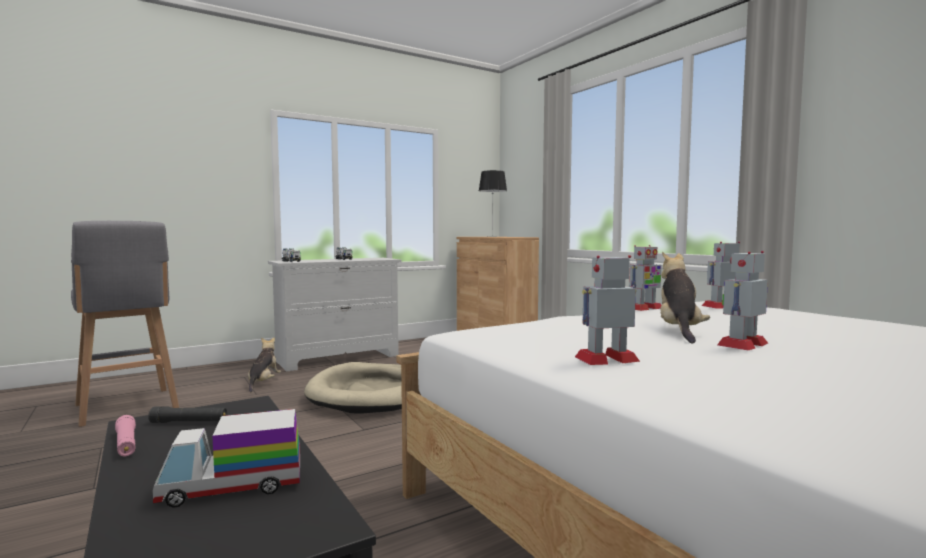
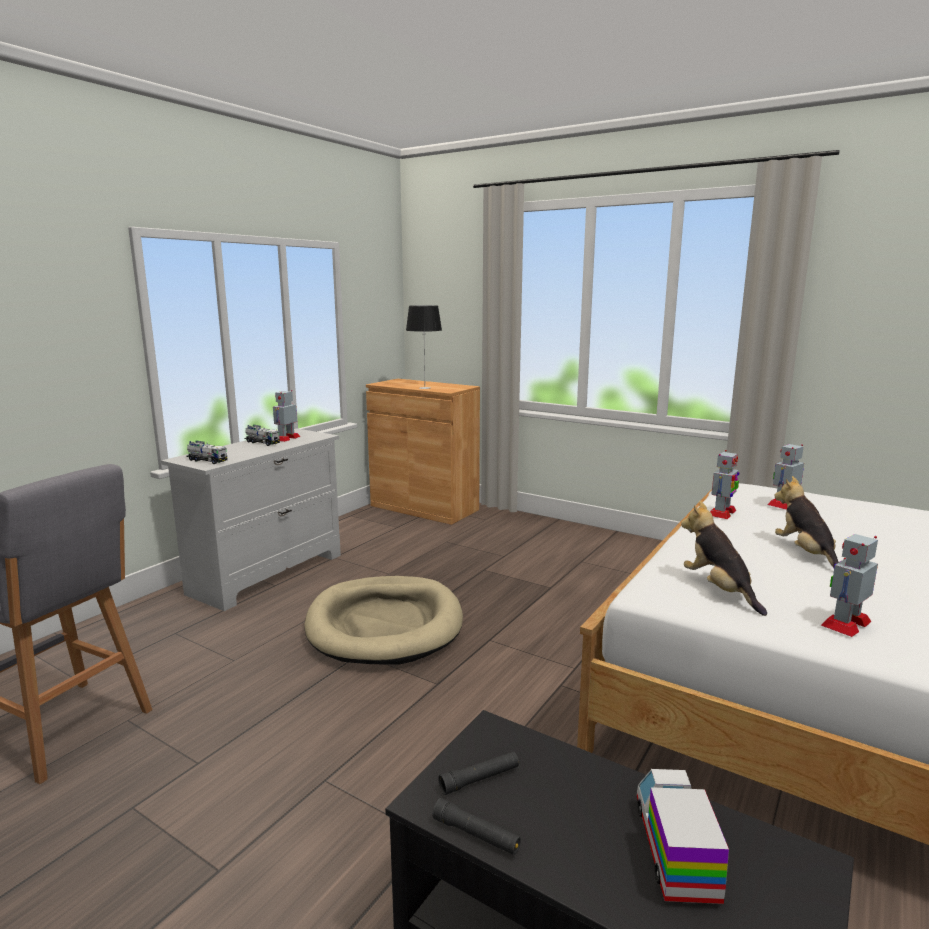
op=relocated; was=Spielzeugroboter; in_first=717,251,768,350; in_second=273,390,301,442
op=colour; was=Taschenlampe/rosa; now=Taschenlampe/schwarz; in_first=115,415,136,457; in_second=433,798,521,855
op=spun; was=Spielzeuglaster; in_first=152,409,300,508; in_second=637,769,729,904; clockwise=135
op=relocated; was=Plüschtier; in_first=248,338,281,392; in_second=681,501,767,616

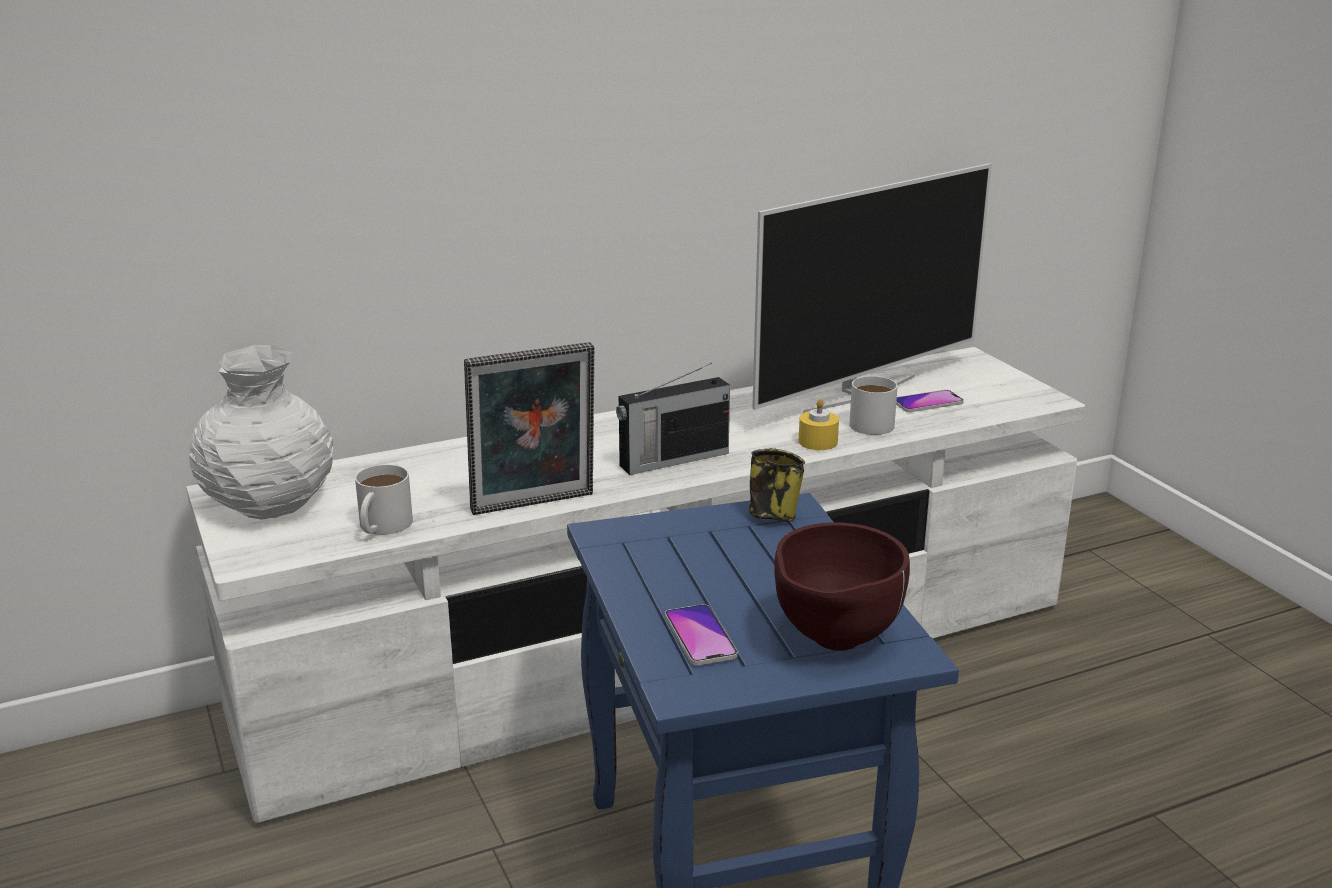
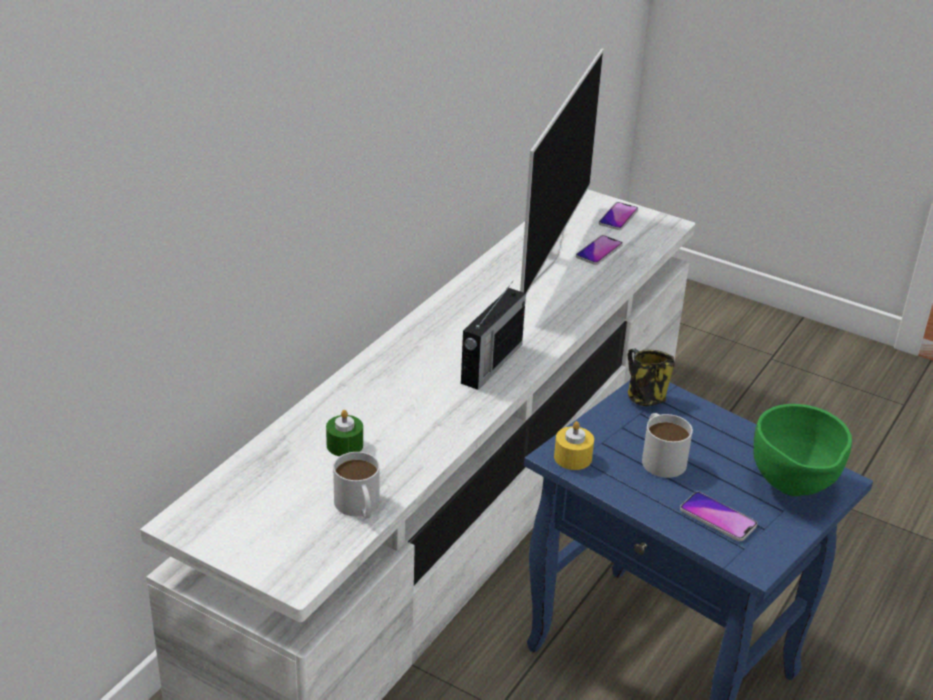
op=appeared; now=Kerze/grün; in_second=326,410,363,456
op=relocated; was=Kerze/gelb; in_first=799,398,839,450; in_second=554,421,594,470
op=appeared; now=Handy; in_second=599,202,638,230
op=relocated; was=Henkelbecher/weiß; in_first=849,376,898,435; in_second=642,413,693,478
op=colour; was=Schüssel/braun; now=Schüssel/grün; in_first=774,522,910,651; in_second=753,404,852,496
op=missing; was=Vase/weiß; in_first=189,345,333,520
op=missing; was=Bilderrahmen; in_first=464,342,595,515

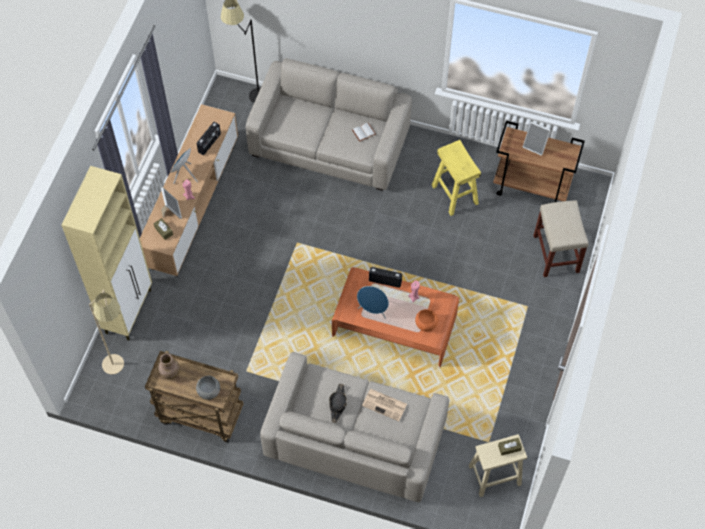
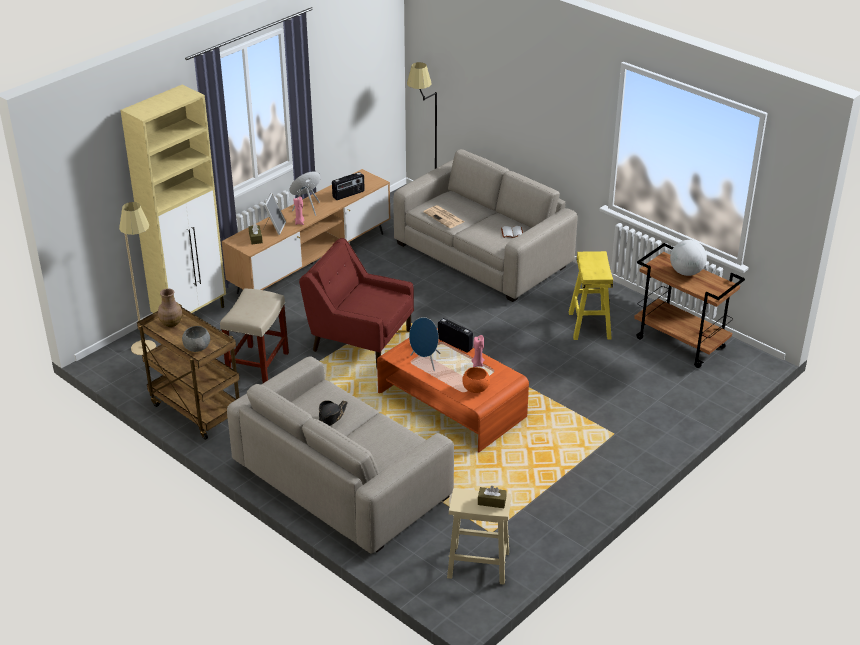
op=relocated; was=Hocker/beige; in_first=533,200,589,277; in_second=220,288,289,383
op=appeared; now=Sessel/rot; in_second=299,238,414,368
op=relocated; was=Zeitung; in_first=362,389,407,421; in_second=424,205,465,228
op=exchanged; was=Bilderrahmen; now=Globus; in_first=523,121,551,156; in_second=670,240,707,276

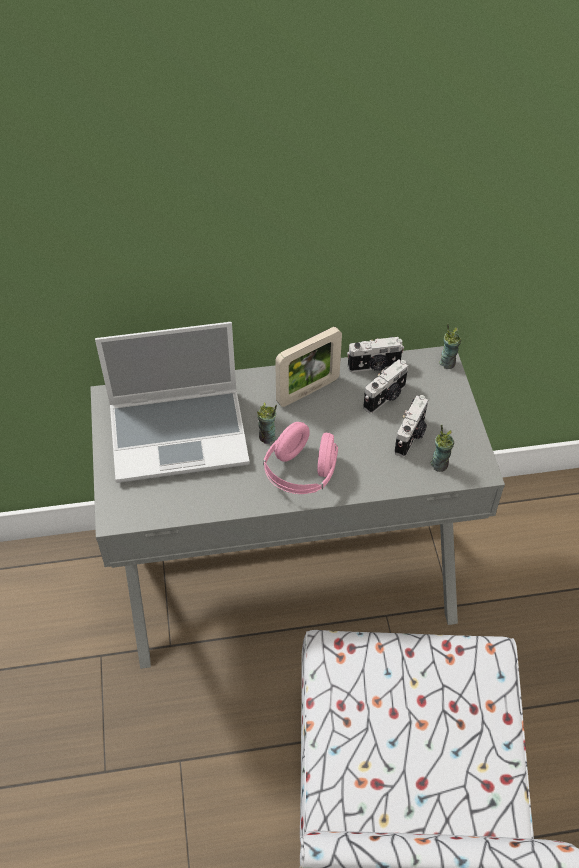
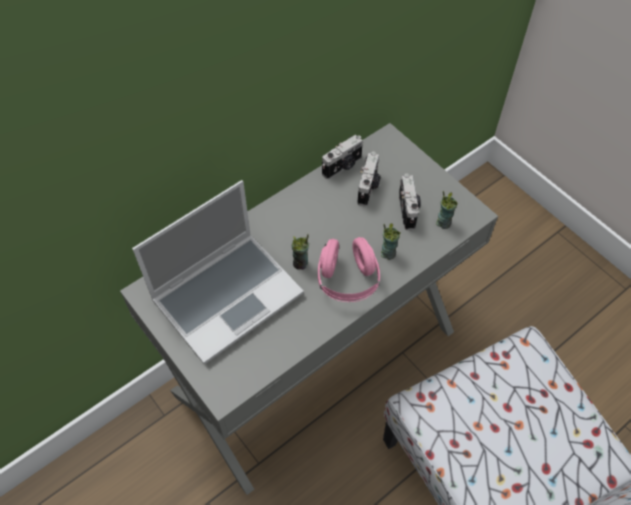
op=relocated; was=Tasse; in_first=439,324,461,369; in_second=381,223,400,260
op=missing; was=Bilderrahmen; in_first=275,327,342,407

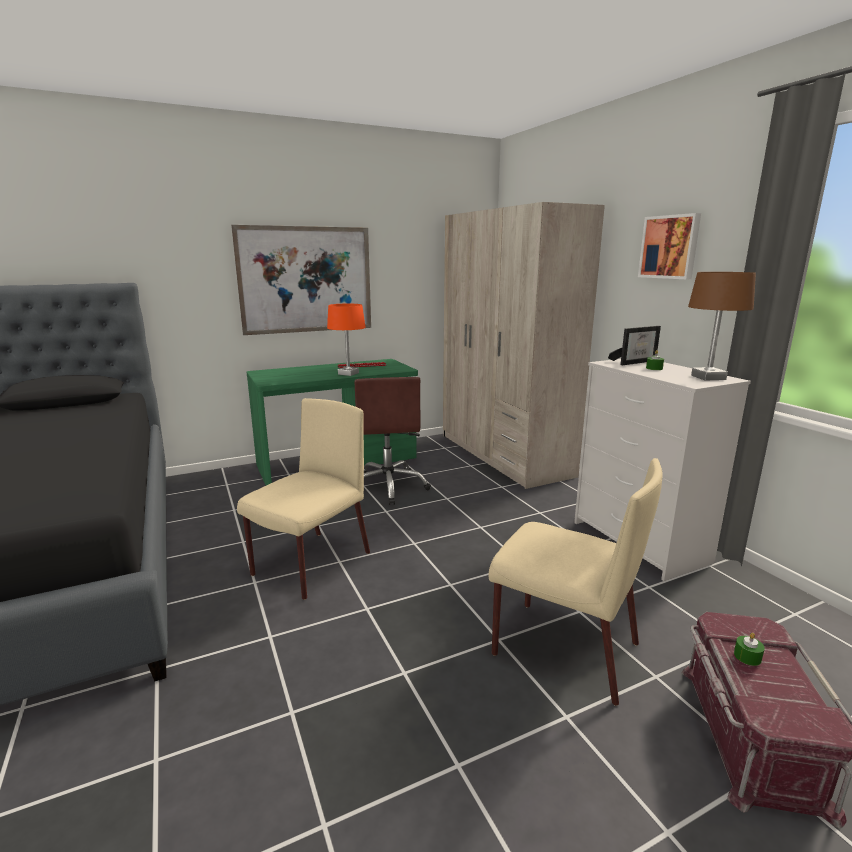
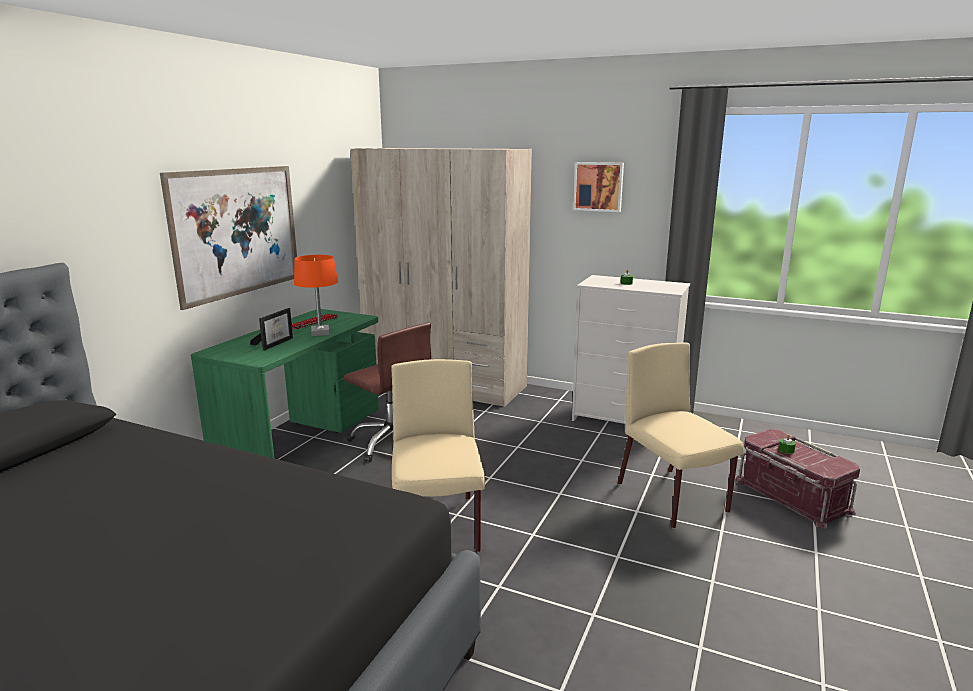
op=relocated; was=Bilderrahmen; in_first=608,326,661,365; in_second=250,308,293,350
op=spun; was=Stuhl/beige; in_first=489,458,663,706; in_second=618,342,744,528; clockwise=-105
op=missing; was=Tischlampe/braun; in_first=688,272,756,381

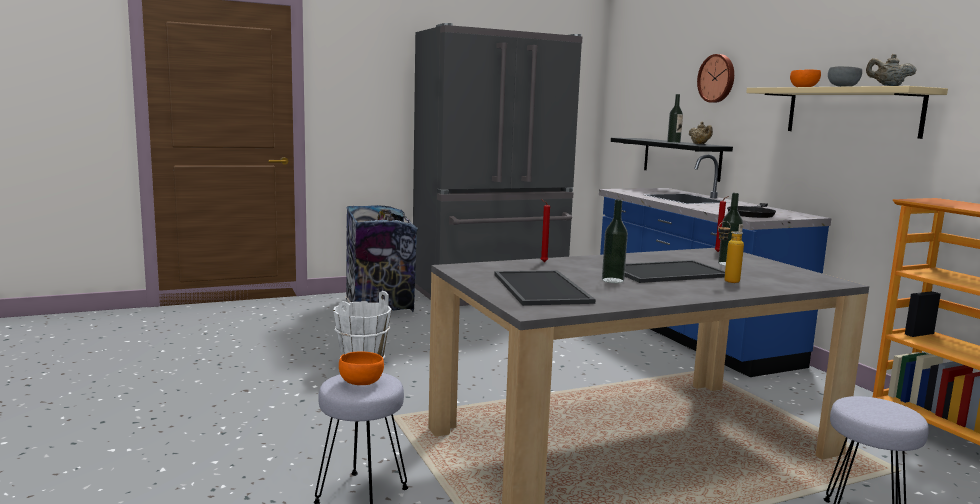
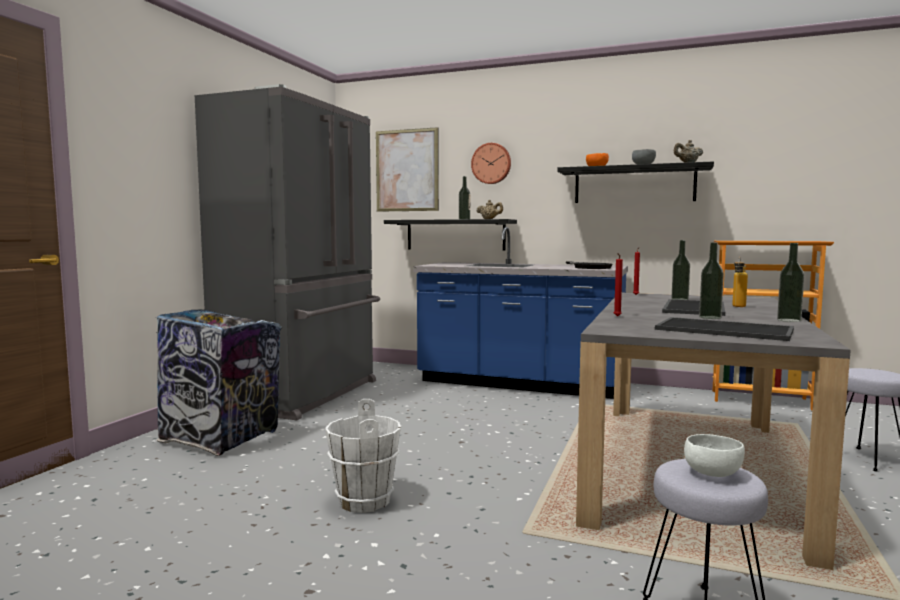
op=appeared; now=Bild; in_second=376,127,439,212
op=colour; was=Wandregal/beige; now=Wandregal/schwarz; in_first=746,86,948,139; in_second=557,161,714,203
op=colour; was=Schüssel/orange; now=Schüssel/weiß; in_first=339,352,384,385; in_second=684,434,745,477
op=appeared; now=Flasche; in_second=777,243,804,322

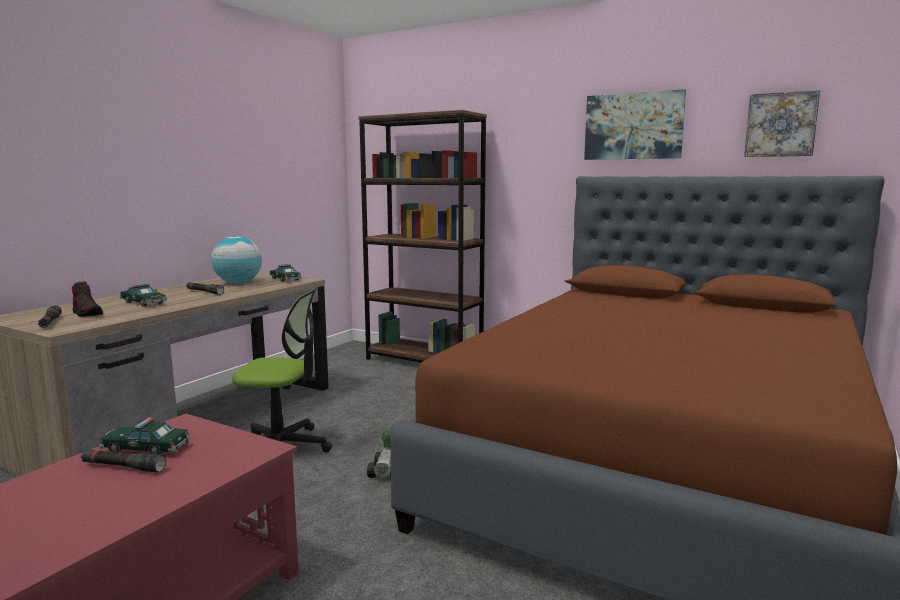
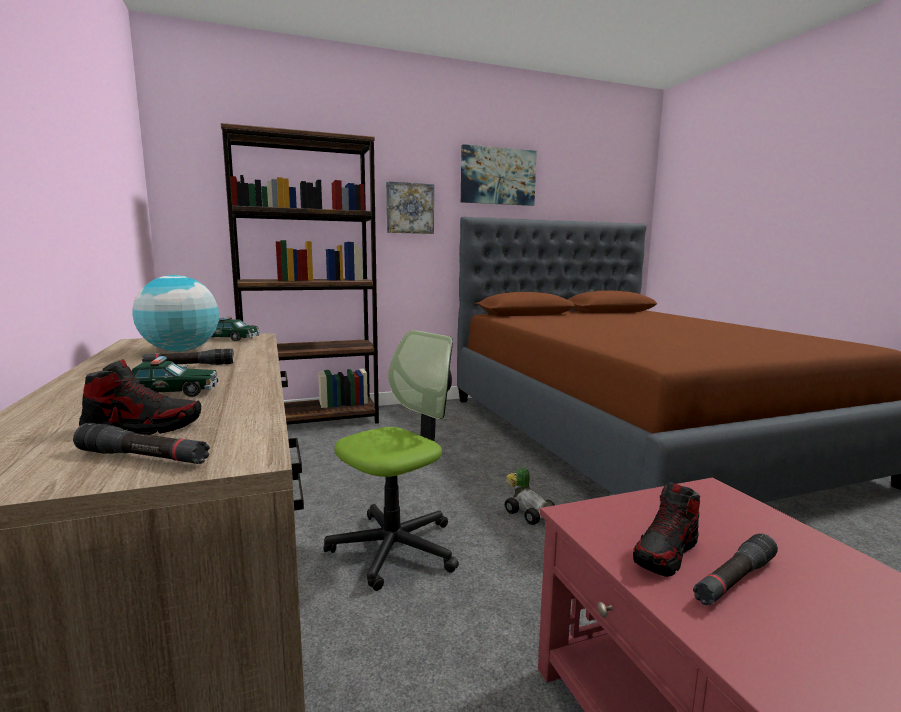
op=relocated; was=Bild; in_first=744,90,820,157; in_second=386,181,434,234
op=exchanged; was=Spielzeugauto; now=Schuh; in_first=99,417,191,455; in_second=633,482,700,577

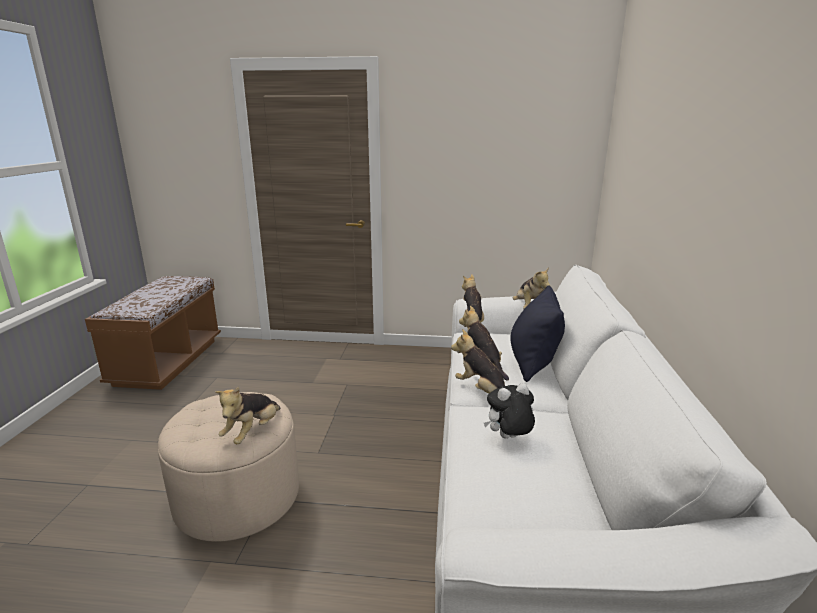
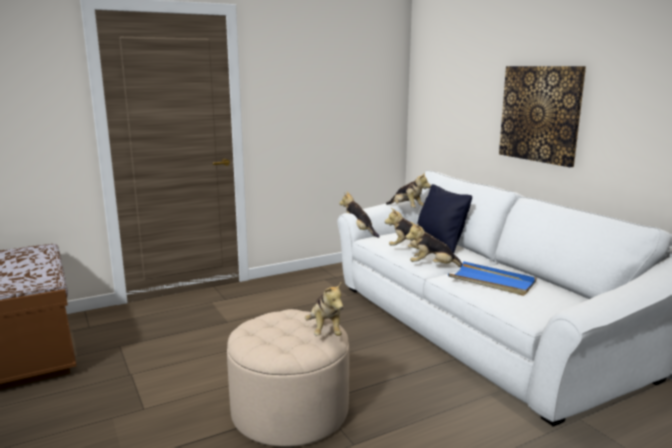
op=exchanged; was=Plüschtier; now=Tablett/blau; in_first=484,383,535,438; in_second=448,261,537,296
op=appeared; now=Bild; in_second=499,66,586,167

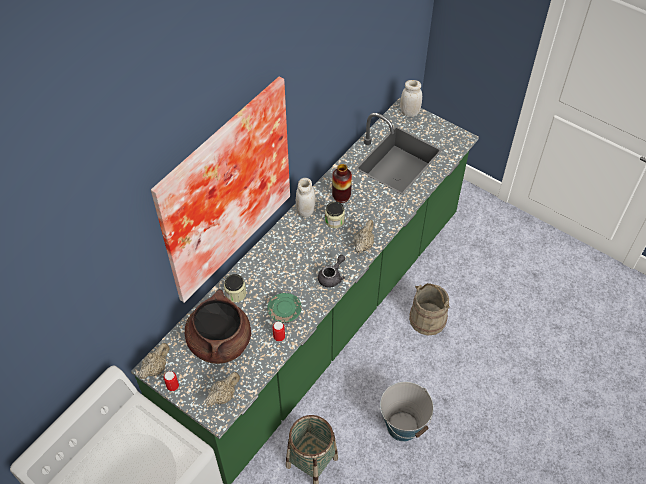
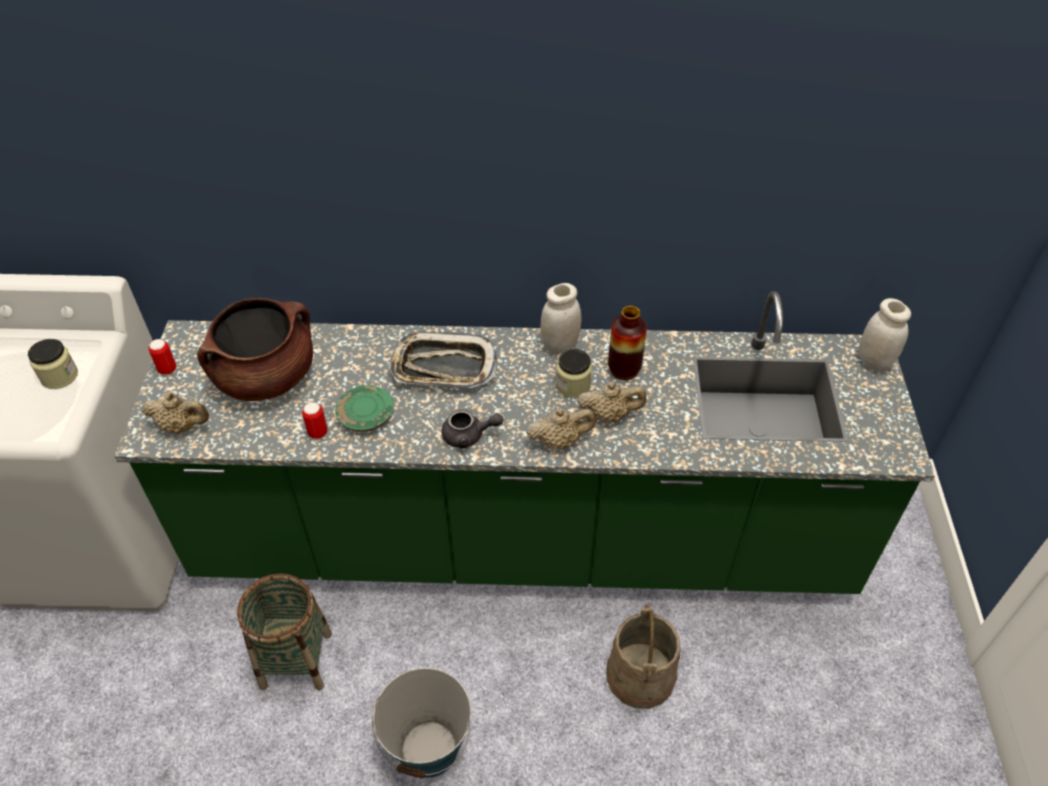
op=relocated; was=Vorratsglas; in_first=224,274,246,302; in_second=28,339,78,389
op=appeared; now=Tablett; in_second=389,332,498,388
op=relocated; was=Teekanne/beige; in_first=138,343,169,379; in_second=577,381,646,422
op=missing; was=Bild; in_first=151,76,290,303

